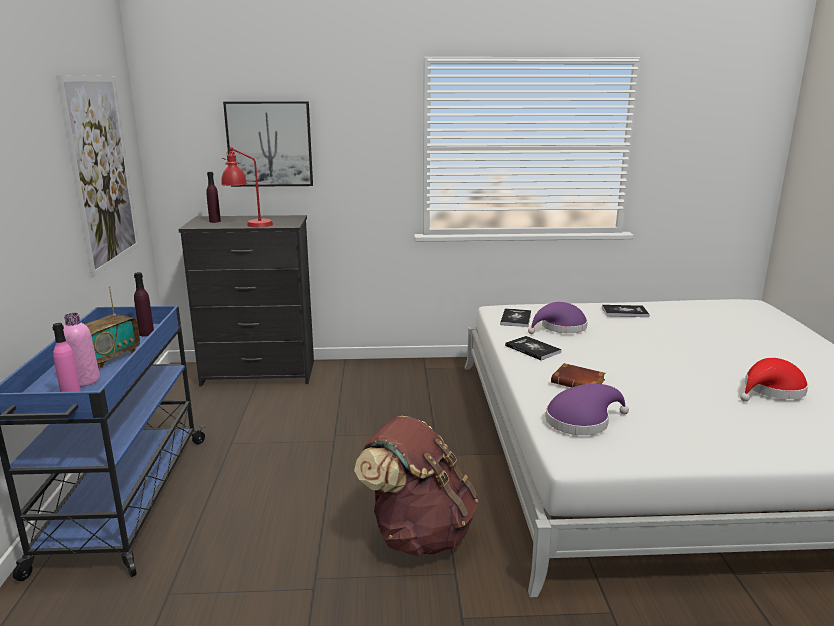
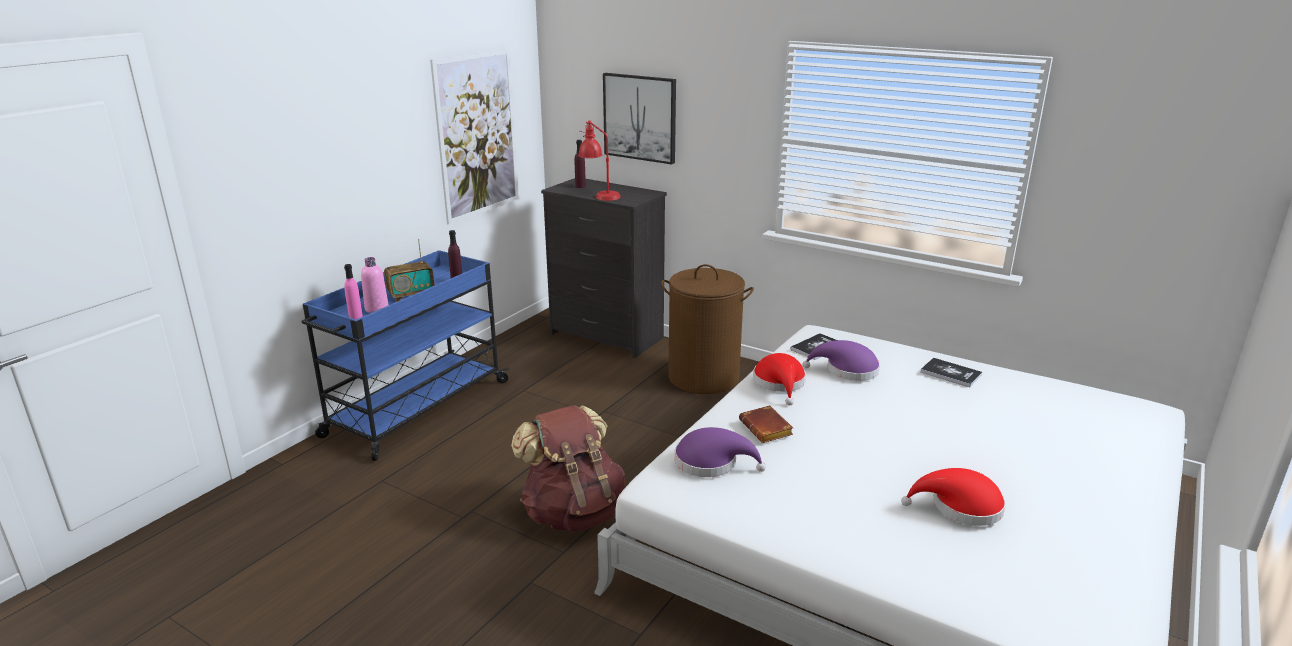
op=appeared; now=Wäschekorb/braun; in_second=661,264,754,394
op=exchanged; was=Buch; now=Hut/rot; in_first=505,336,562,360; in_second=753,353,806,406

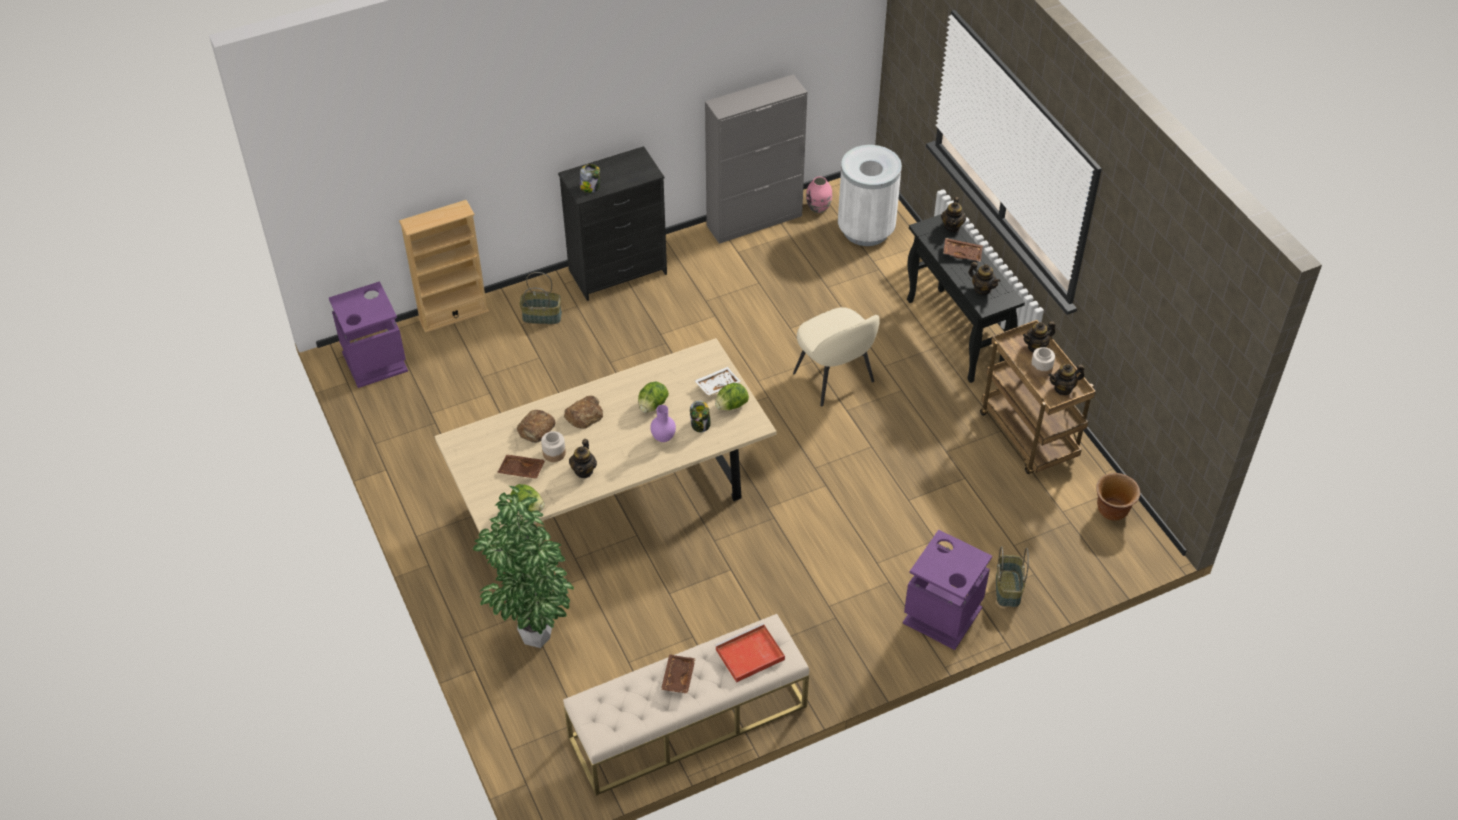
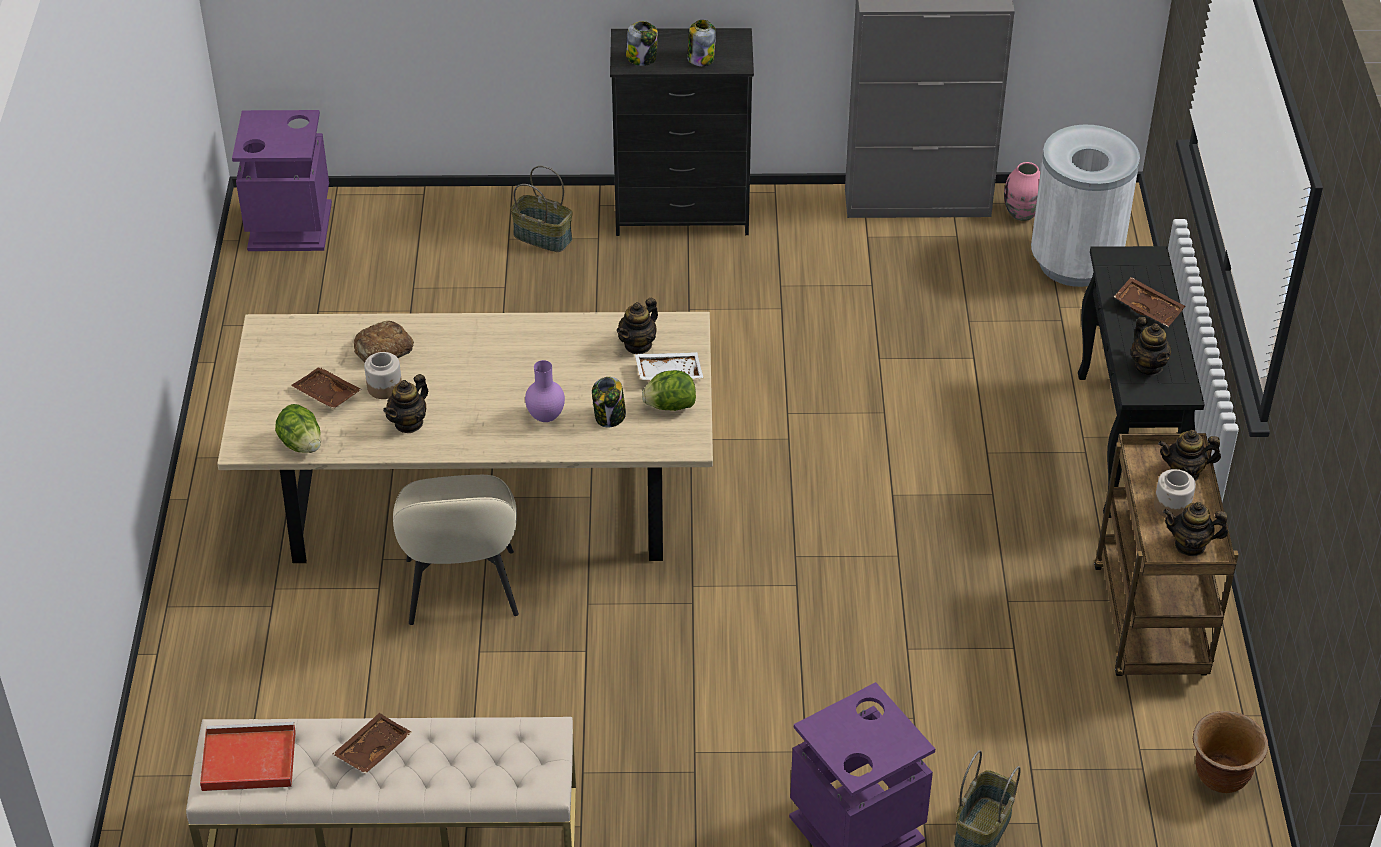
op=relocated; was=Tablett/rot; in_first=715,623,785,683; in_second=200,722,296,791
op=relocated; was=Stuhl/beige; in_first=793,307,880,407; in_second=393,475,519,625
op=relocated; was=Teekanne; in_first=941,197,966,232; in_second=617,298,658,354
op=appeared; now=Vorratsglas; in_second=687,20,716,66
op=missing; was=Bücherregal/beige; in_first=399,200,489,333
op=missing; was=Topfpflanze; in_first=473,486,574,648
op=missing; was=Brot; in_first=564,395,603,429
op=missing; was=Salatkopf; in_first=638,382,669,413

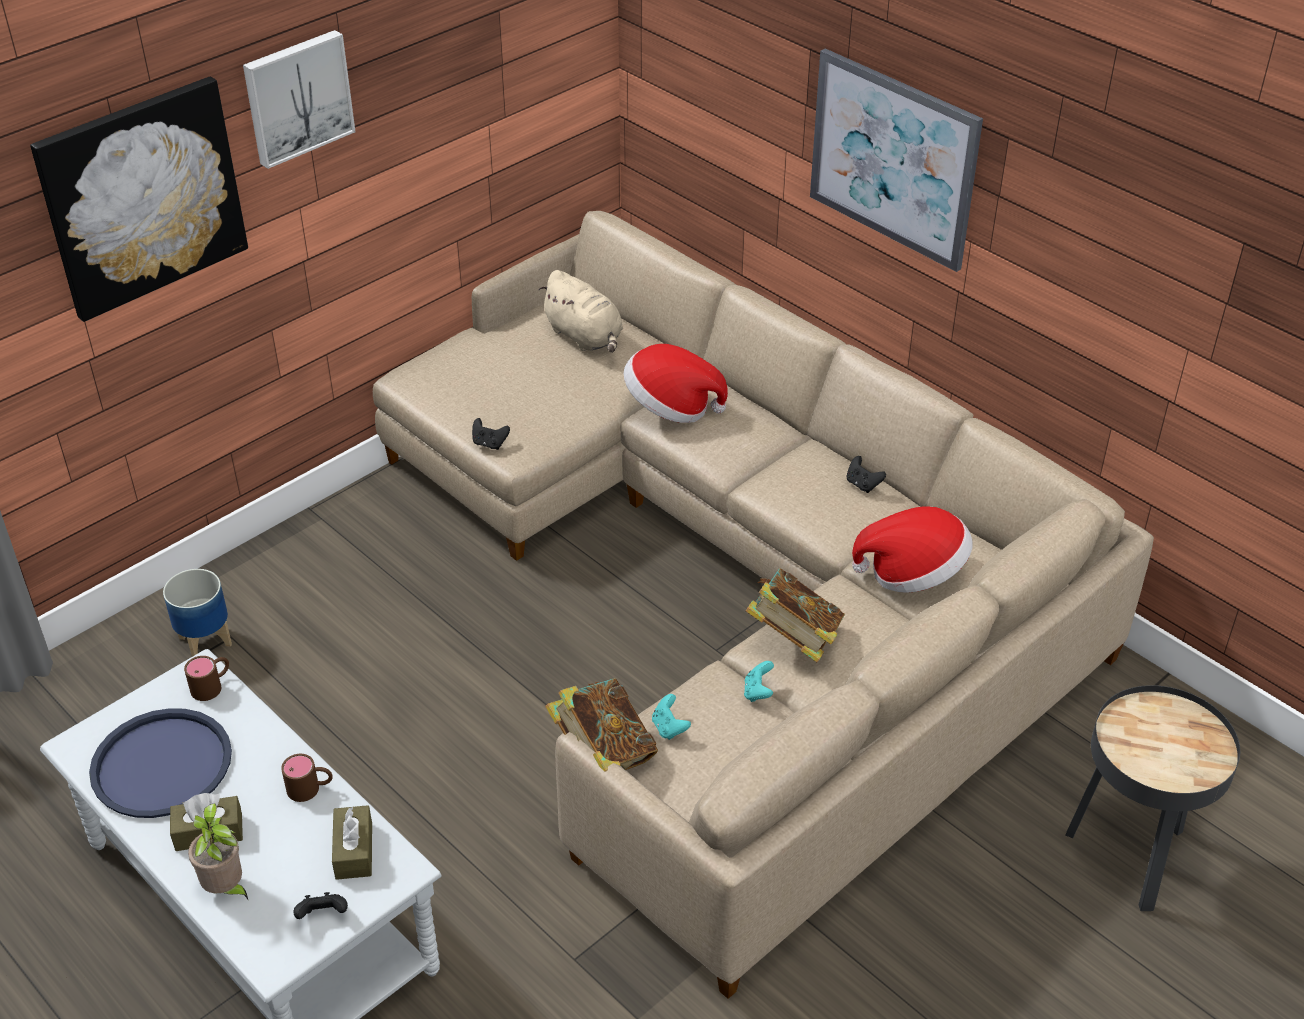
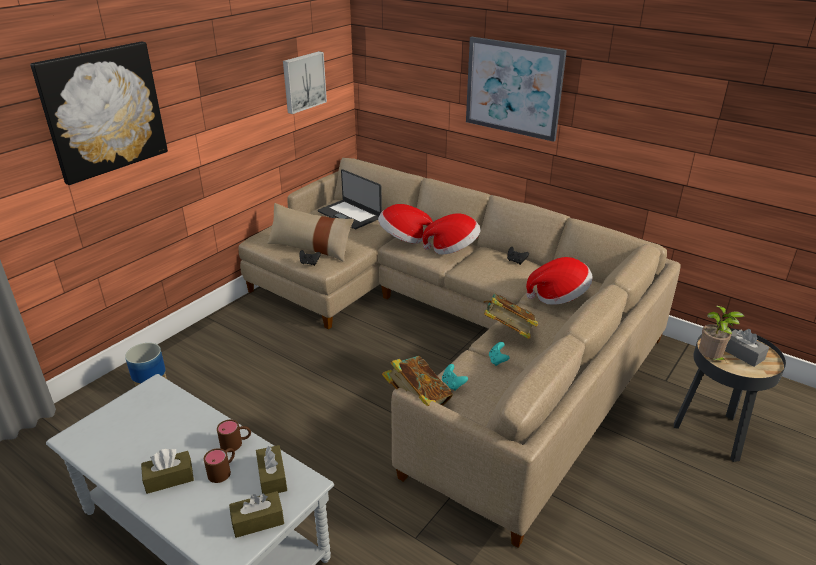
op=relocated; was=Henkelbecher/braun; in_first=184,656,229,701; in_second=204,448,235,483
op=exchanged; was=Gamepad/schwarz; now=Taschentuchbox/braun; in_first=294,892,348,919; in_second=229,491,284,538
op=appeared; now=Kissen/beige; in_second=267,203,354,262
op=relocated; was=Bild; in_first=243,30,356,169; in_second=283,51,327,114
op=exchanged; was=Plüschtier/beige; now=Laptop; in_first=539,270,623,353; in_second=318,169,382,229
op=appeared; now=Hut; in_second=422,213,480,254
op=relocated; was=Topfpflanze; in_first=188,803,248,899; in_second=699,306,745,363
op=appeared; now=Taschentuchbox/grau; in_second=725,329,769,367
op=missing; was=Tablett/blau; in_first=89,708,232,818

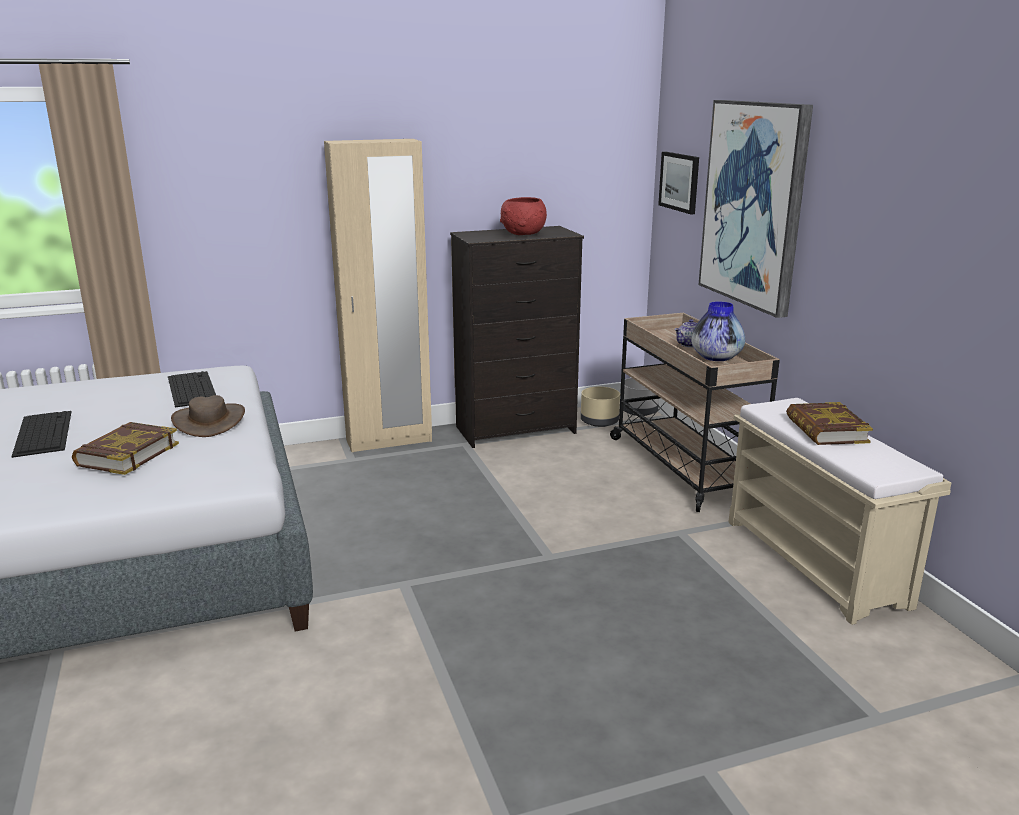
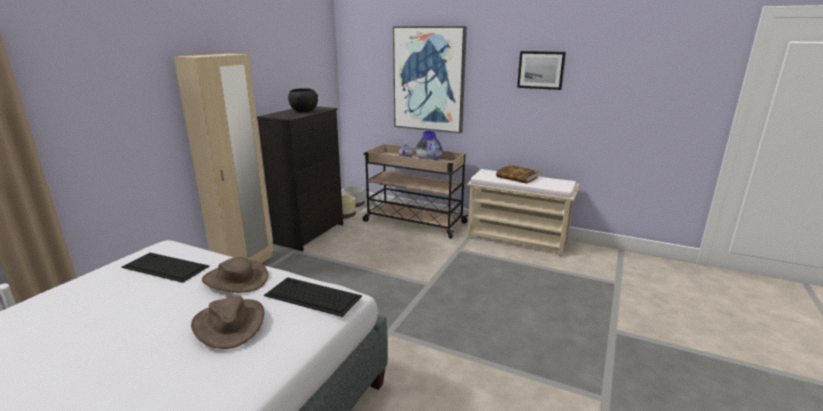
op=exchanged; was=Buch; now=Hut/braun; in_first=72,422,179,475; in_second=191,296,264,349
op=relocated; was=Tastatur; in_first=11,411,71,458; in_second=264,277,362,317
op=colour; was=Schüssel/rot; now=Schüssel/schwarz; in_first=500,197,547,235; in_second=288,88,318,112
op=relocated; was=Bild; in_first=658,152,699,214; in_second=517,51,566,90

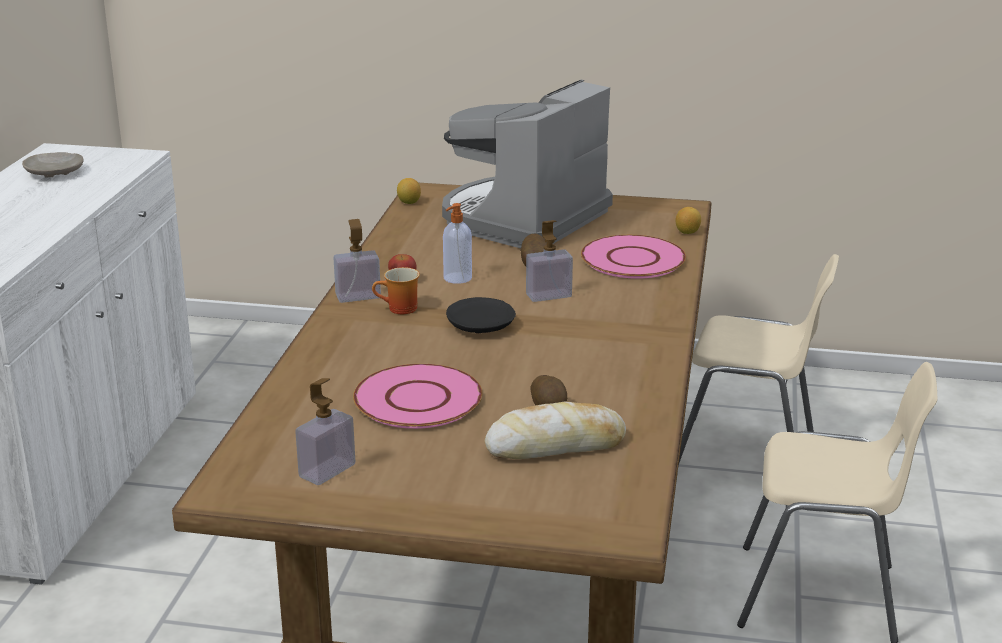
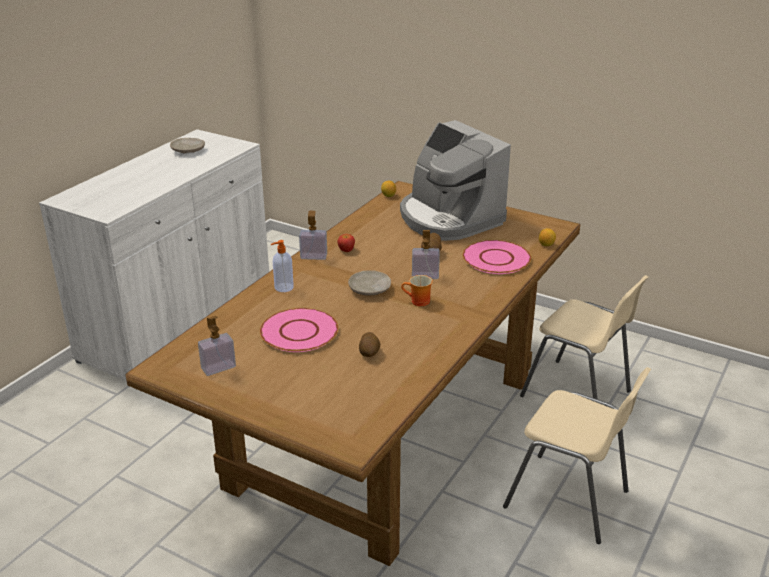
op=relocated; was=Seifenspender; in_first=443,203,472,284; in_second=271,240,294,292
op=colour; was=Teller/schwarz; now=Teller/beige; in_first=446,297,516,333; in_second=348,270,391,295
op=spun; was=Kaffeemaschine; in_first=442,80,613,248; in_second=400,120,511,241; clockwise=-90
op=relocated; was=Henkelbecher; in_first=372,267,420,314; in_second=401,275,433,306
op=missing; was=Brot; in_first=485,402,626,459

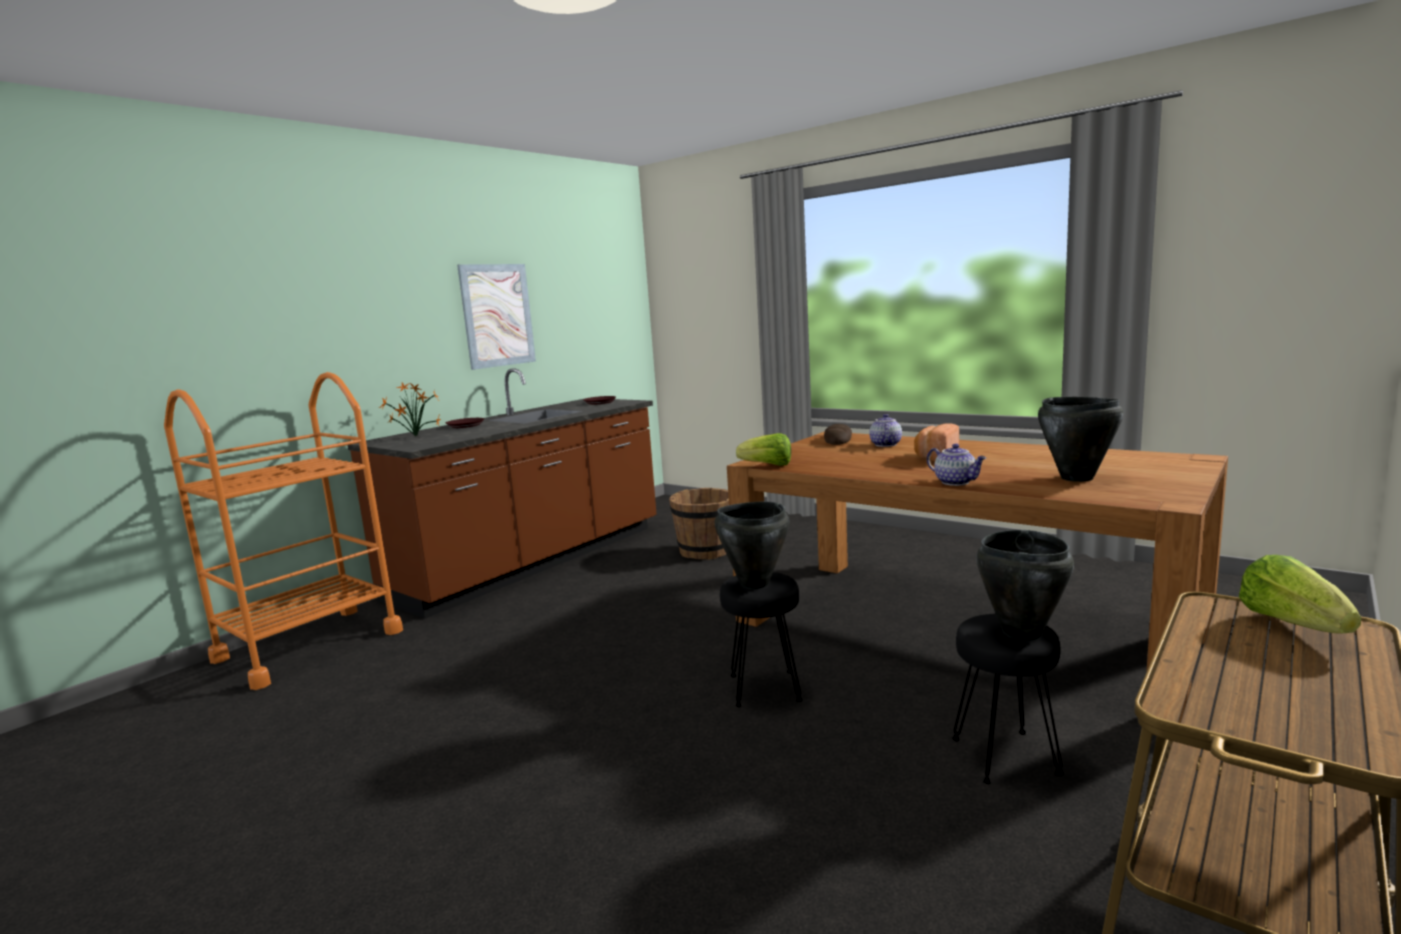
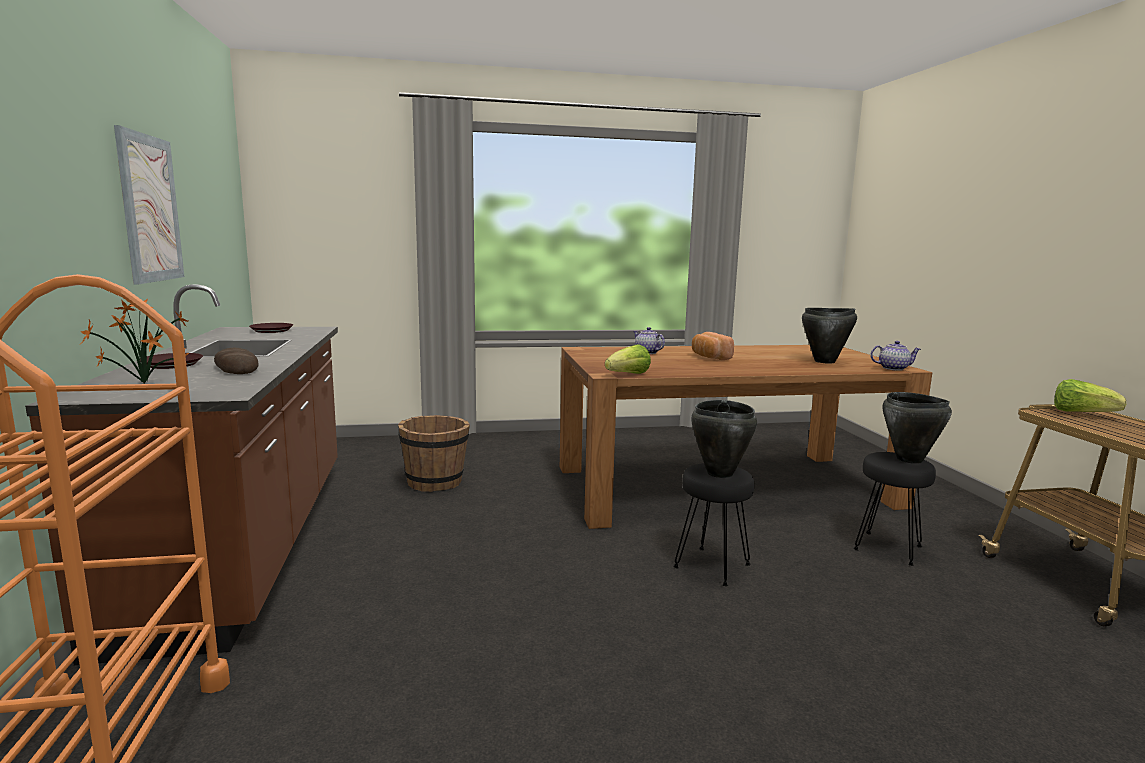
op=relocated; was=Brot; in_first=824,424,852,445; in_second=214,348,258,374
op=relocated; was=Teekanne; in_first=927,444,986,486; in_second=870,341,921,371

